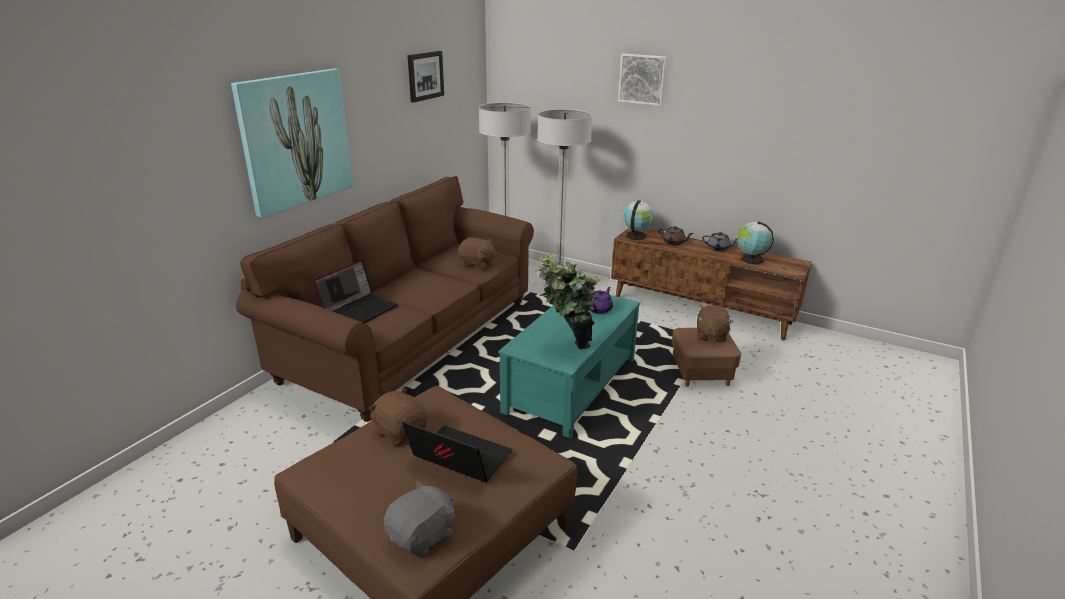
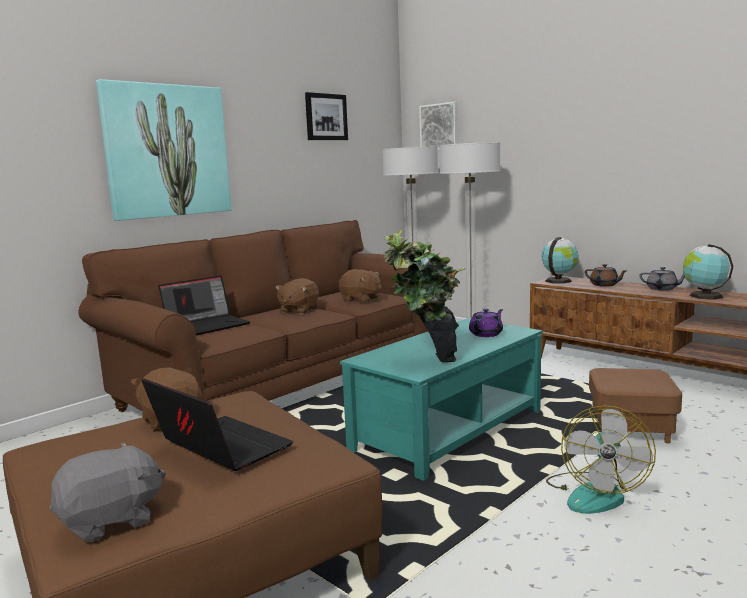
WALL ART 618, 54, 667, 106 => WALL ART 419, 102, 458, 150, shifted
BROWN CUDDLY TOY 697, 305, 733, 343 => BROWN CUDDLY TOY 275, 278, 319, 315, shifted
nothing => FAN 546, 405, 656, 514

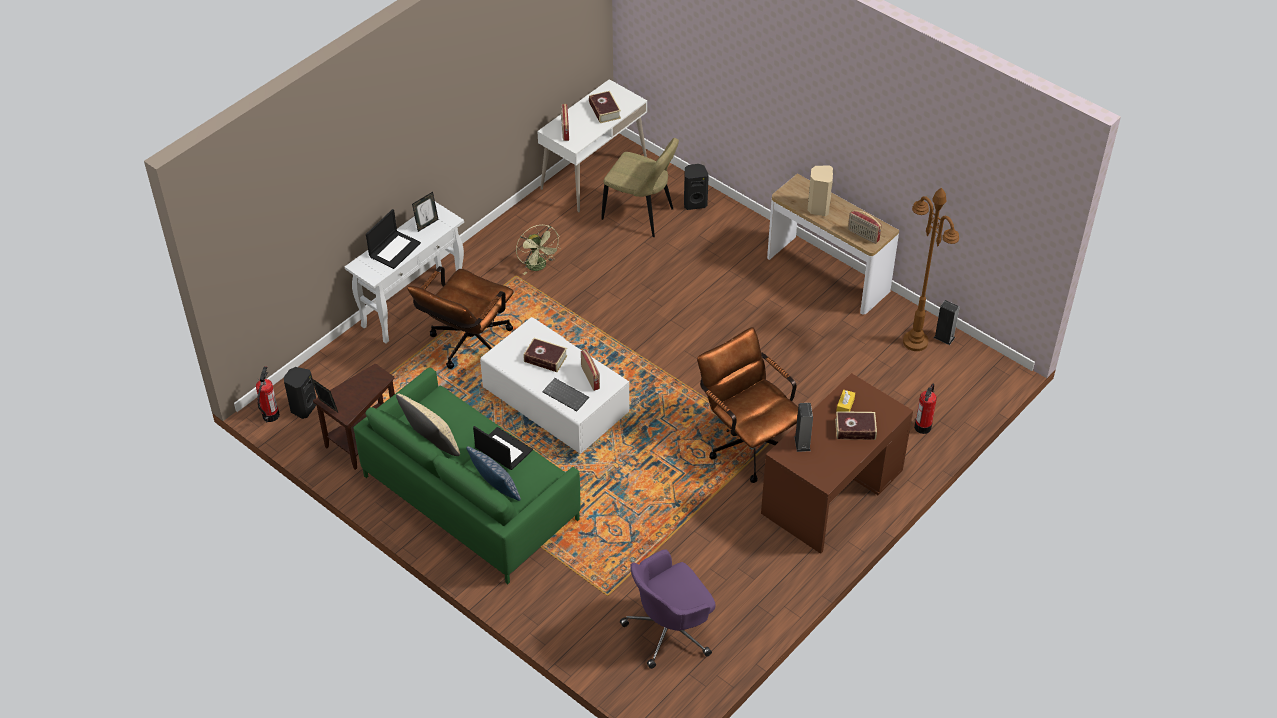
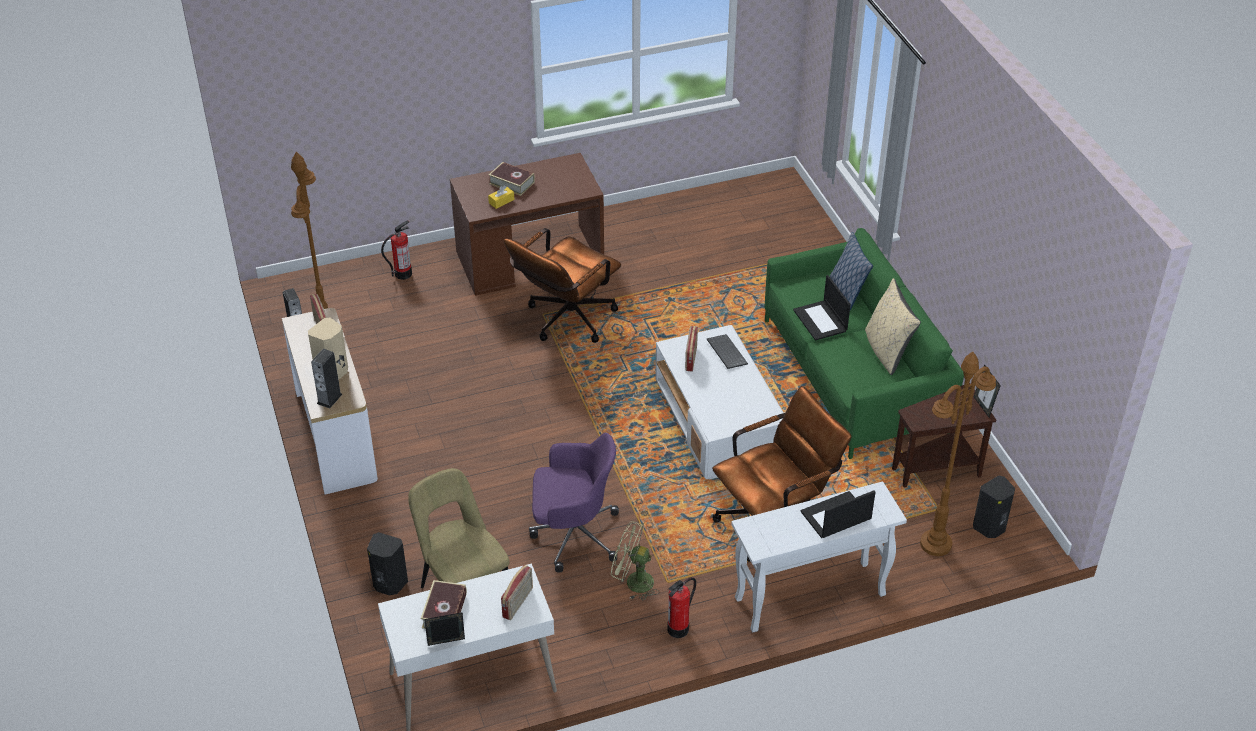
PHOTO FRAME 412, 192, 439, 232 => PHOTO FRAME 424, 612, 465, 646, shifted
GREEN-COLOURED FAN 516, 225, 561, 275 => GREEN-COLOURED FAN 611, 521, 659, 600, 75 degrees counterclockwise
BROWN COMPUTER CHAIR 697, 327, 798, 483 => BROWN COMPUTER CHAIR 504, 228, 621, 343, 45 degrees clockwise
BOUND BOOK 524, 338, 567, 372 => nothing
FIRE-FIGHTING CYLINDER 256, 366, 280, 423 => FIRE-FIGHTING CYLINDER 667, 577, 696, 638, shifted
AUDIO SPEAKER 794, 403, 813, 452 => AUDIO SPEAKER 311, 349, 342, 409, shifted
PURPLE COMPUTER CHAIR 620, 549, 716, 669 => PURPLE COMPUTER CHAIR 529, 433, 619, 573, shifted
nothing => BROWN STANDARD LAMP 920, 352, 996, 556

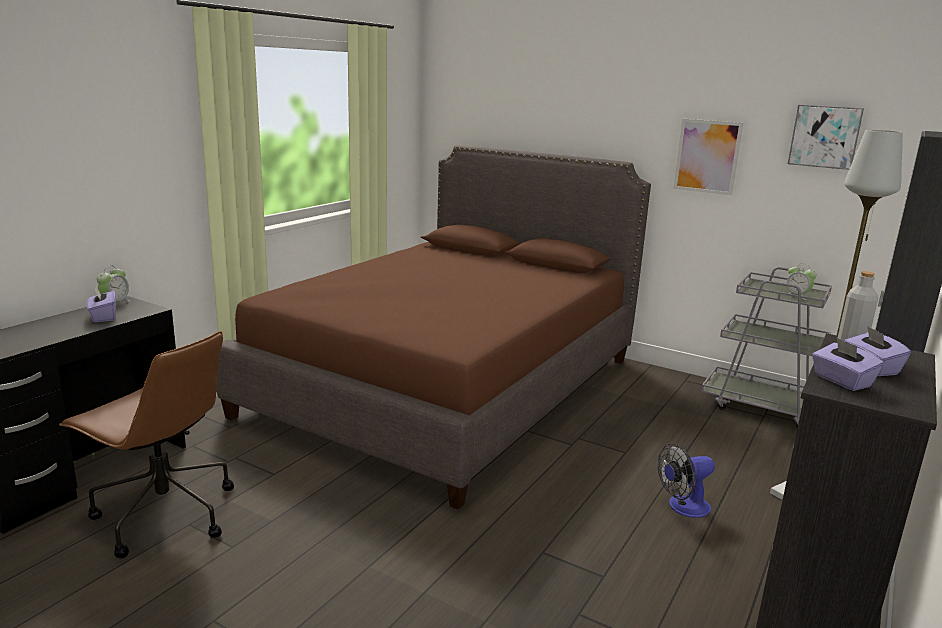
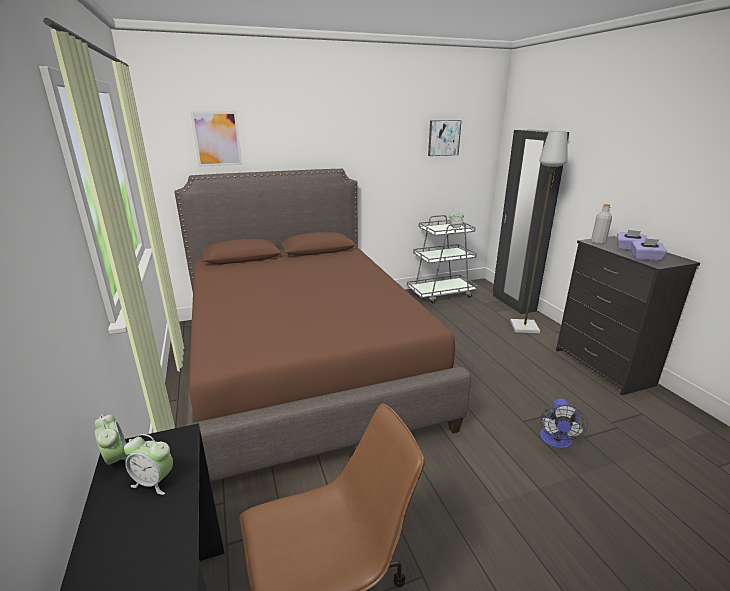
WALL ART 673, 119, 743, 195 => WALL ART 190, 111, 242, 167, shifted
PURPLE TISSUE BOX 87, 286, 116, 322 => ALARM CLOCK 124, 434, 173, 495
FAN 658, 443, 715, 518 => FAN 540, 398, 588, 448, shifted

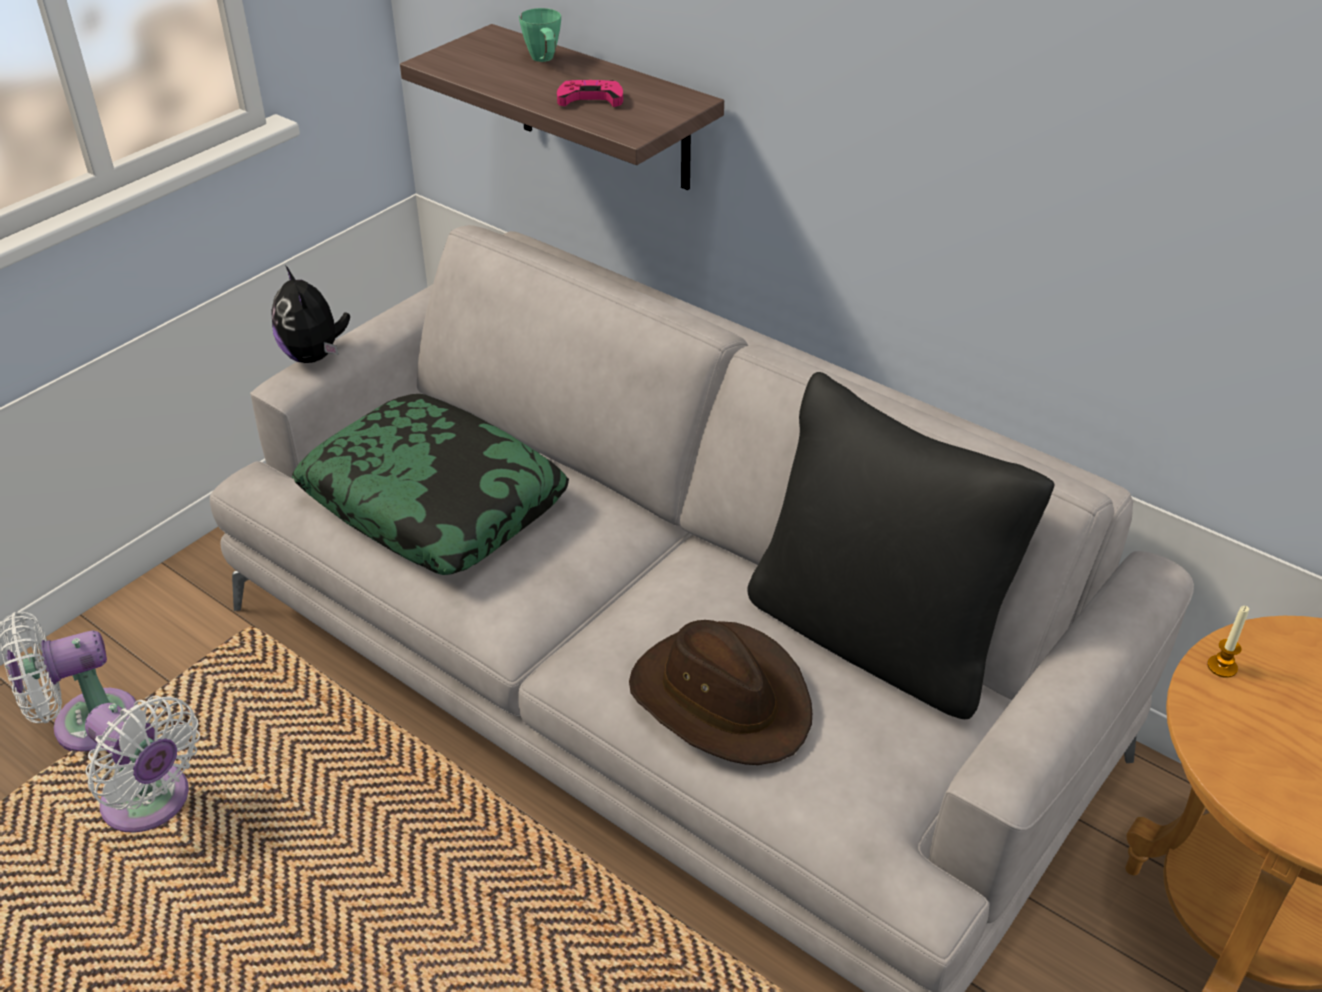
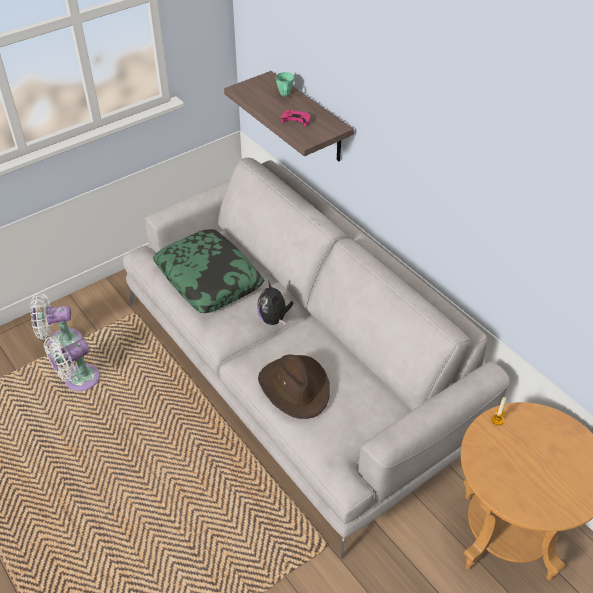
CUDDLY TOY 271, 265, 350, 363 => CUDDLY TOY 257, 280, 294, 325, shifted
BLACK THROW PILLOW 747, 372, 1055, 719 => nothing
WHITE FAN 85, 696, 200, 833 => WHITE FAN 44, 336, 100, 391, 90 degrees clockwise

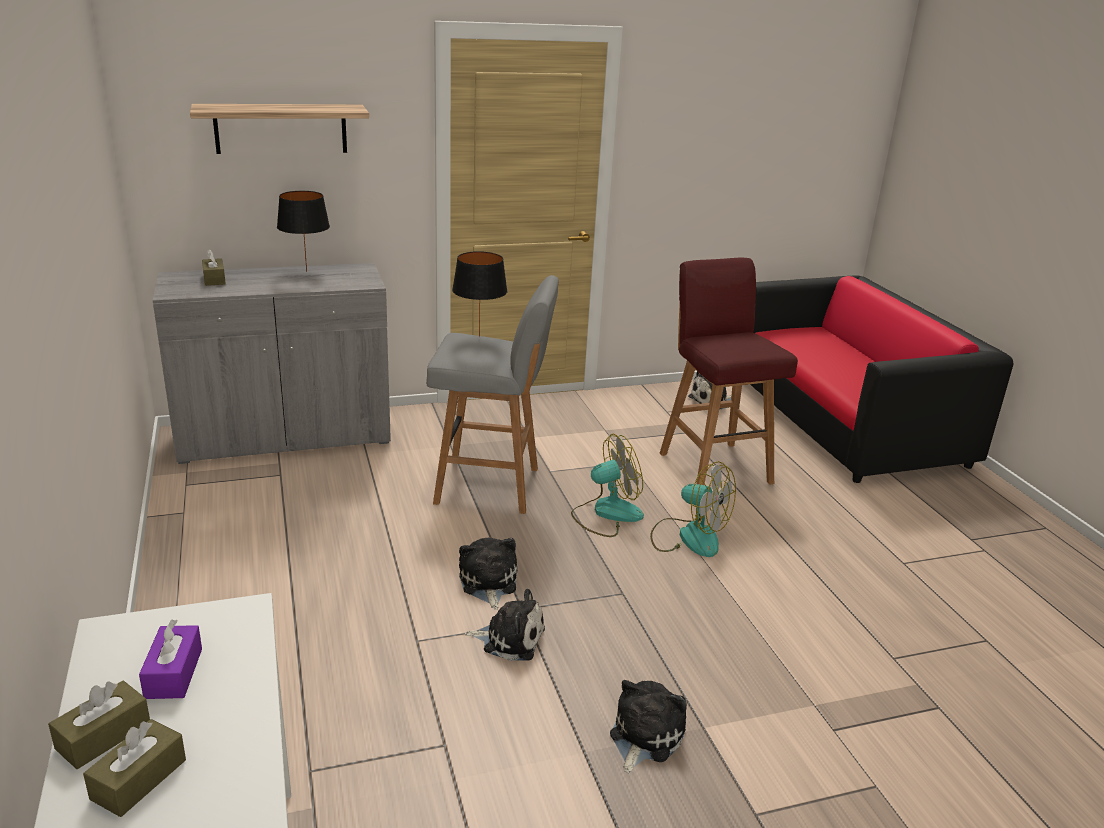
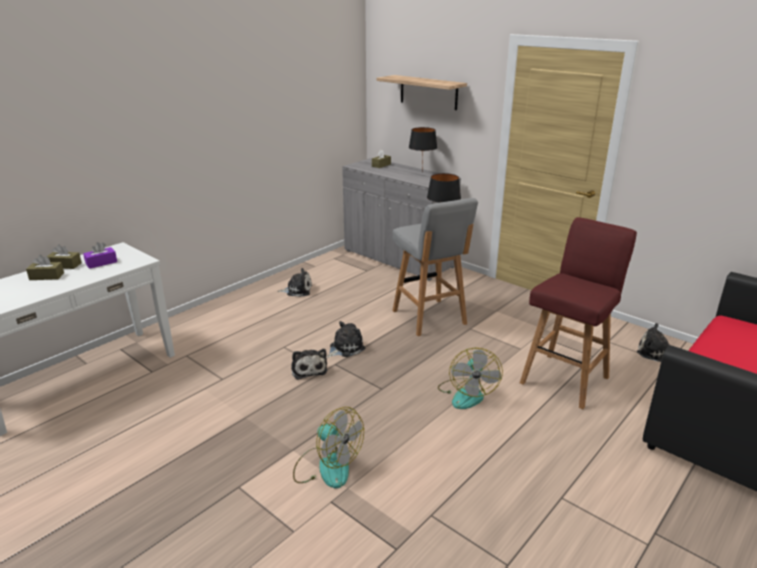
FAN 571, 434, 644, 537 => FAN 293, 407, 364, 488, shifted
CUDDLY TOY 610, 680, 687, 773 => CUDDLY TOY 277, 268, 312, 297, shifted

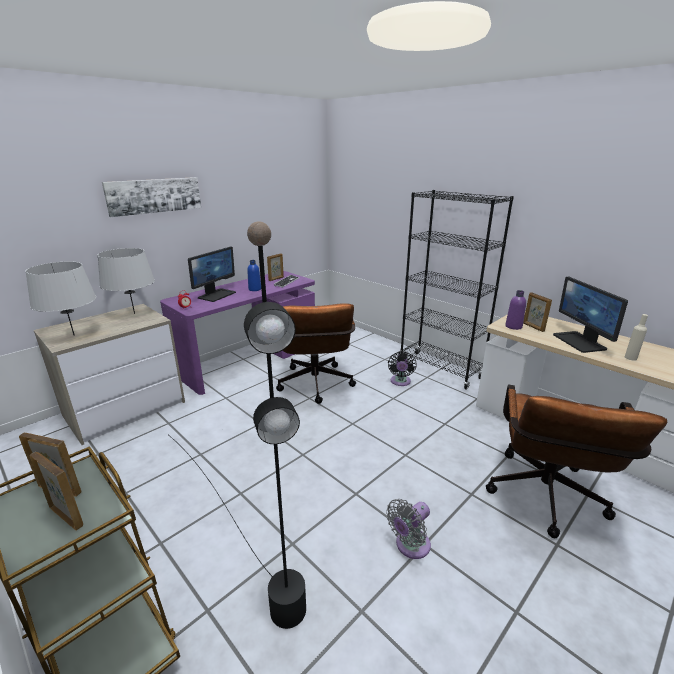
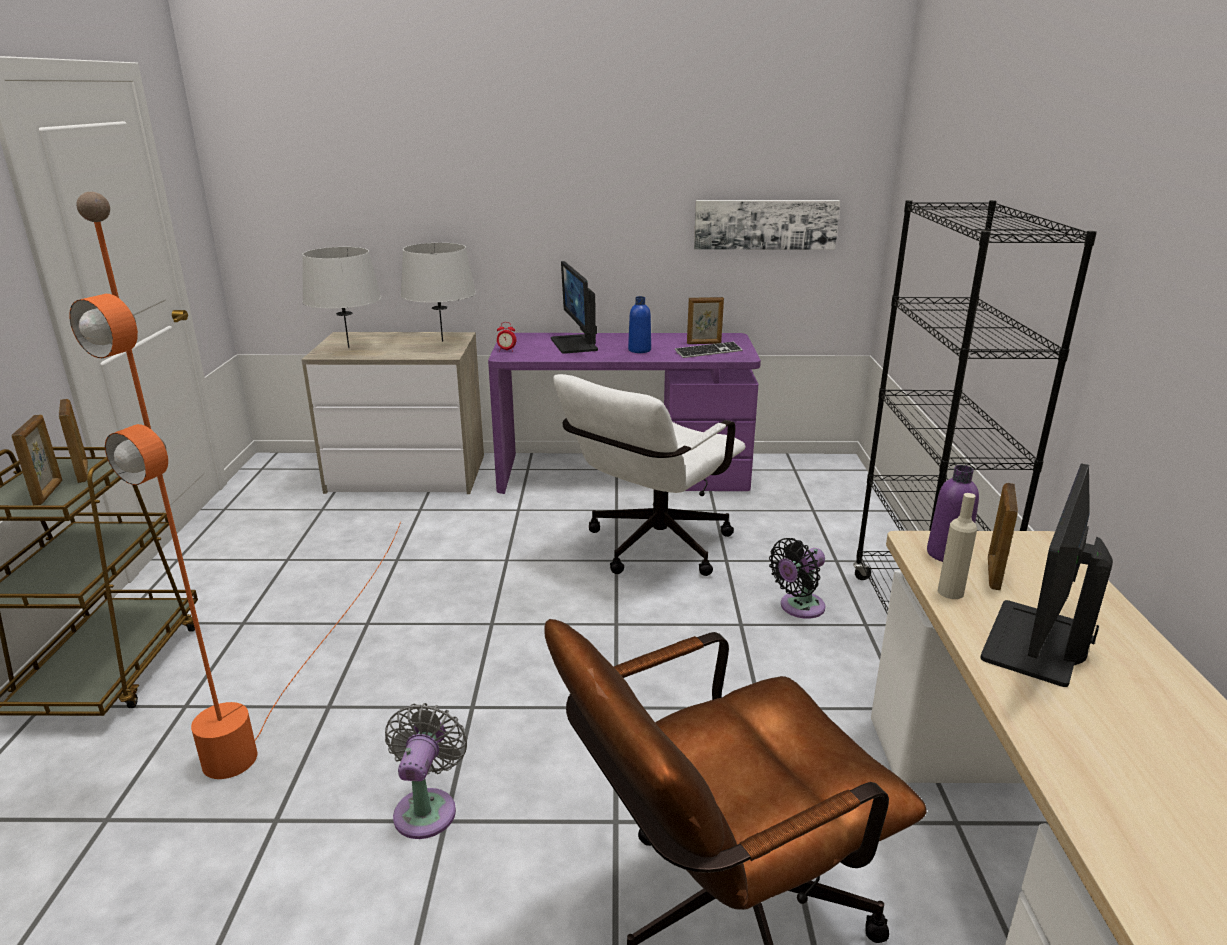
WALL ART 102, 177, 201, 217 => WALL ART 694, 200, 840, 250, shifted
BLACK STANDARD LAMP 169, 221, 306, 629 => ORANGE STANDARD LAMP 69, 192, 401, 779
COMPUTER SCREEN 188, 246, 236, 302 => COMPUTER SCREEN 551, 261, 598, 354, 90 degrees clockwise
BROWN COMPUTER CHAIR 276, 303, 356, 404 => WHITE COMPUTER CHAIR 553, 374, 746, 576
BEIGE-COLOURED BOTTLE 625, 314, 648, 361 => BEIGE-COLOURED BOTTLE 938, 493, 977, 599, shifted
GREY FAN 386, 499, 431, 559 => GREY FAN 385, 703, 467, 839, 90 degrees clockwise

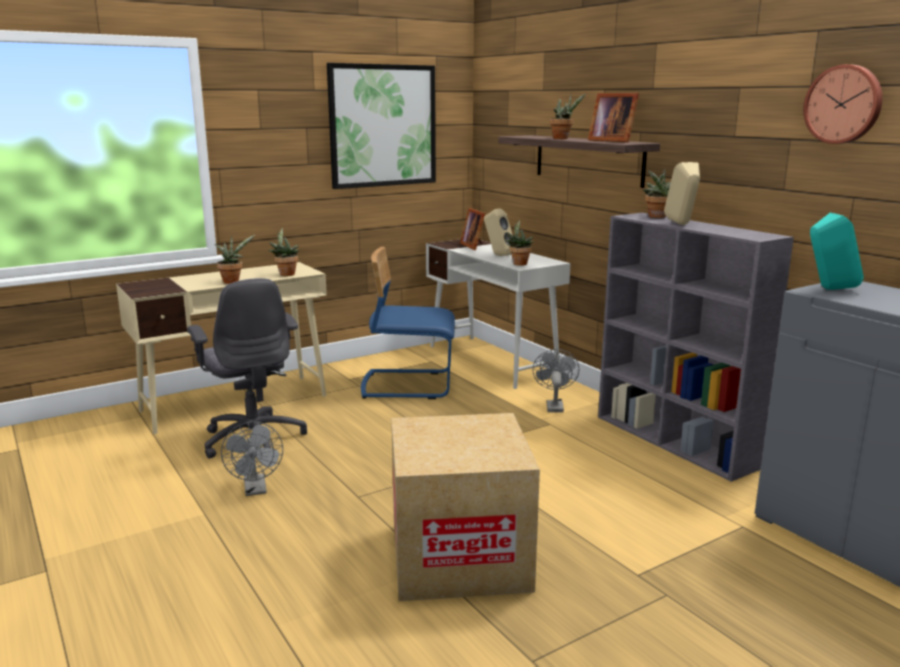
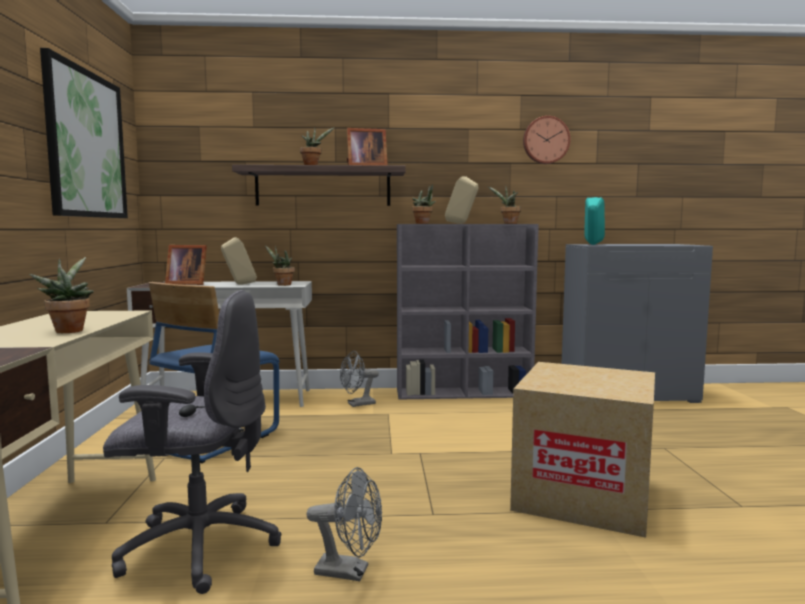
PLANT IN A POT 268, 228, 299, 276 => PLANT IN A POT 488, 186, 521, 224, shifted
GREY FAN 532, 349, 579, 413 => GREY FAN 340, 351, 379, 407, 60 degrees counterclockwise

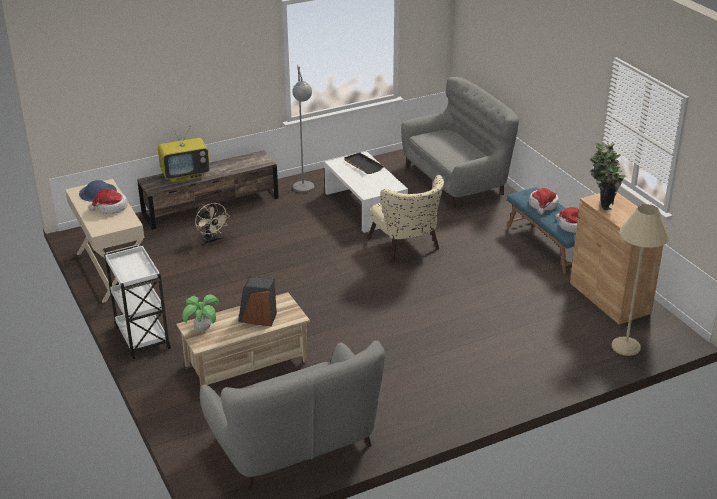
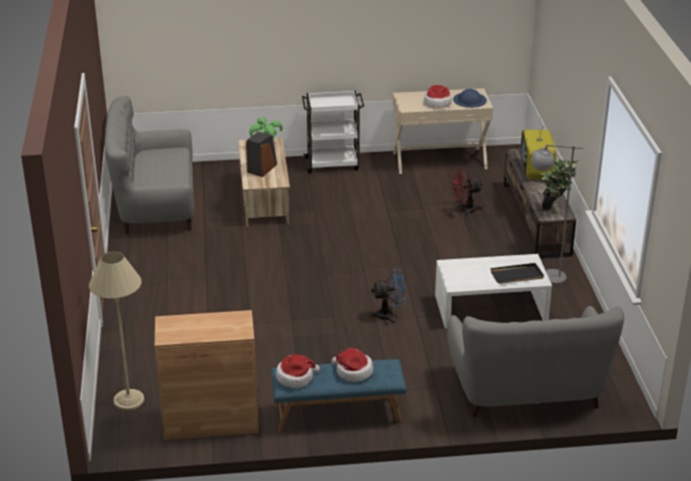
PLANT IN A POT 589, 142, 625, 210 => PLANT IN A POT 541, 158, 579, 211, shifted
BEIGE-COLOURED EASY CHAIR 367, 175, 444, 263 => BLUISH FAN 369, 269, 406, 323
BEIGE-COLOURED FAN 195, 203, 228, 246 => REDDISH FAN 450, 169, 483, 217

